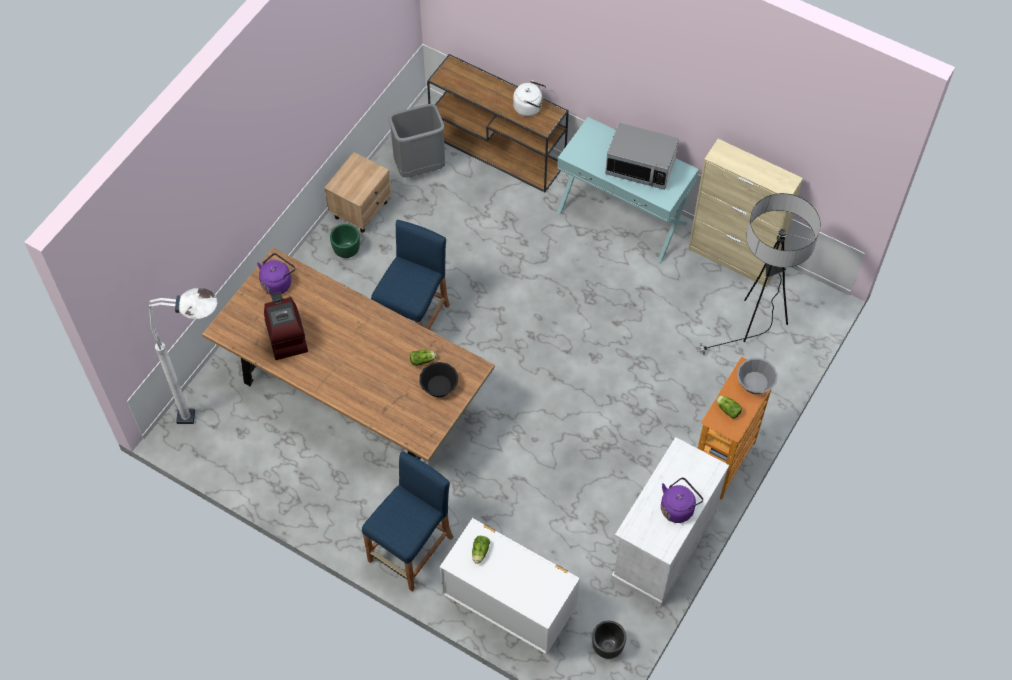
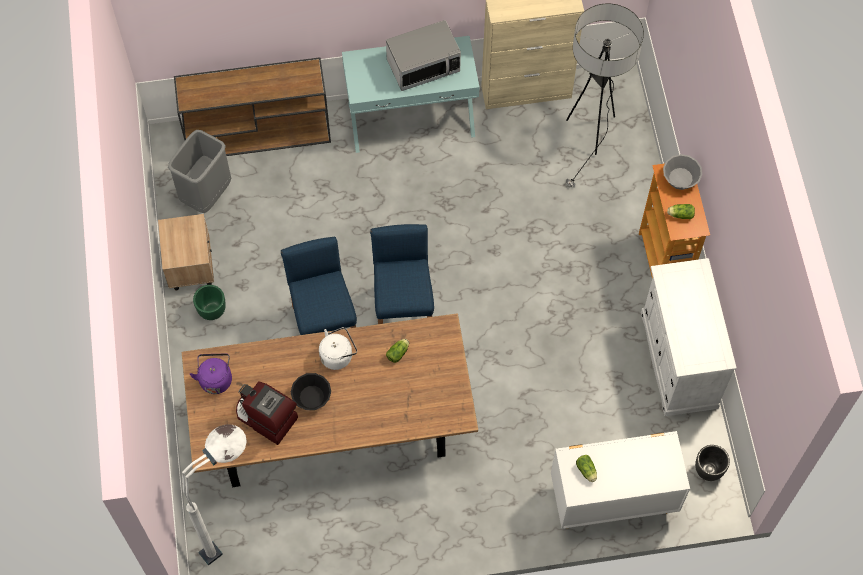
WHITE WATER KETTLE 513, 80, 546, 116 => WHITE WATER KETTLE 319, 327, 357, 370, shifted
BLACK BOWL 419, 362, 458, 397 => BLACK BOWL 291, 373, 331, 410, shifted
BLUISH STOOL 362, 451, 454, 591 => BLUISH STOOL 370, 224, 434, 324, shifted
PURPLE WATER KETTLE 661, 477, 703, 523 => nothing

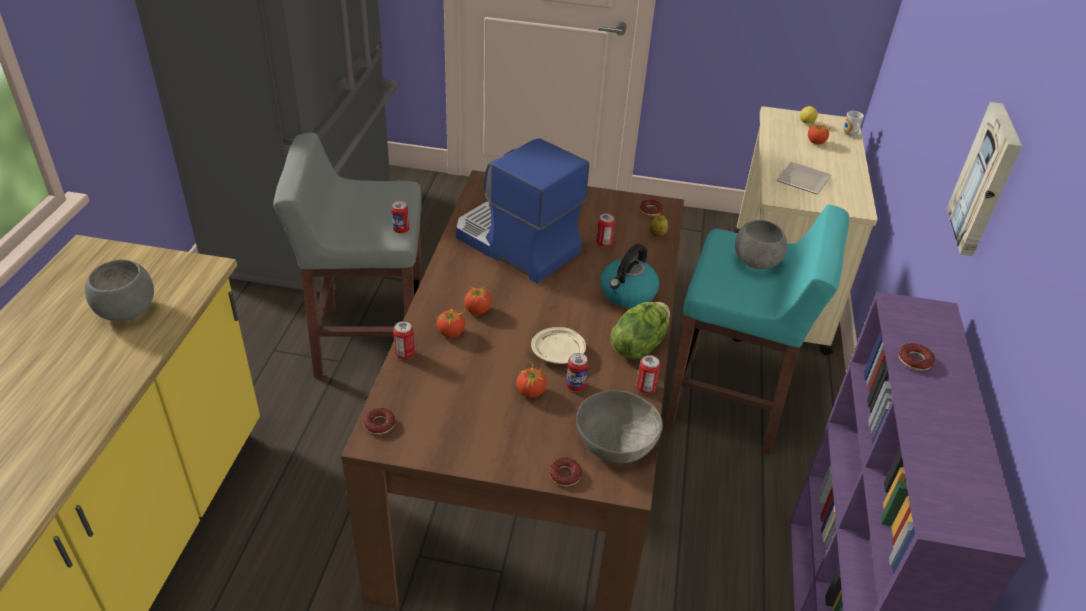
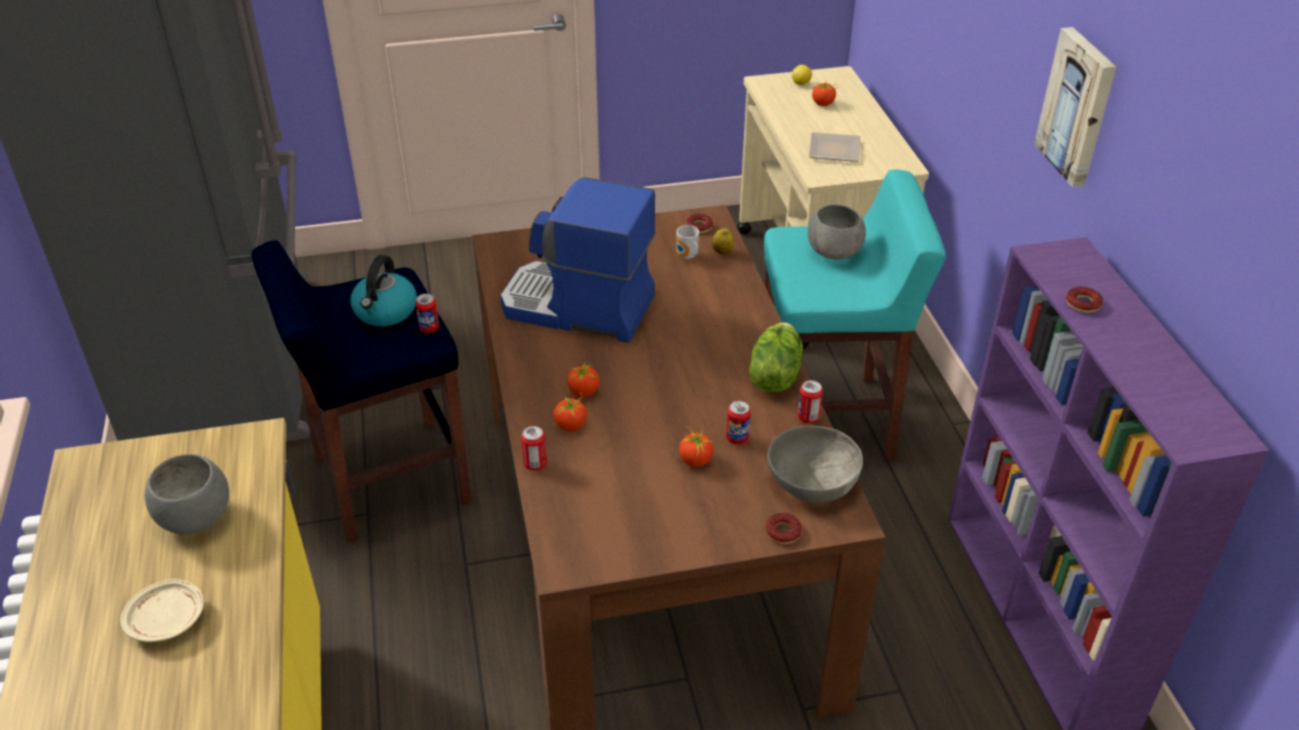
MUG 843, 111, 864, 136 => MUG 676, 225, 699, 260, shifted
GREY STOOL 273, 133, 422, 377 => BLUISH STOOL 252, 240, 472, 543
CAN 596, 214, 615, 247 => nothing
WATER KETTLE 600, 244, 659, 308 => WATER KETTLE 351, 255, 417, 327, shifted
BEIGE-COLOURED DINNER PLATE 531, 327, 586, 364 => BEIGE-COLOURED DINNER PLATE 120, 579, 204, 642, shifted
RING DOUGHNUT 364, 408, 396, 435 => nothing

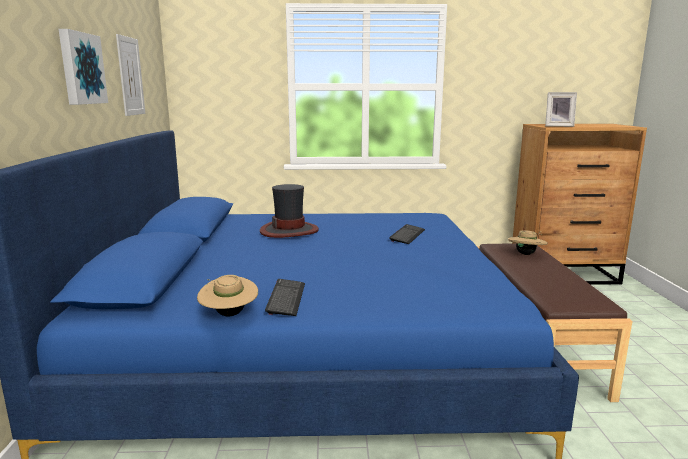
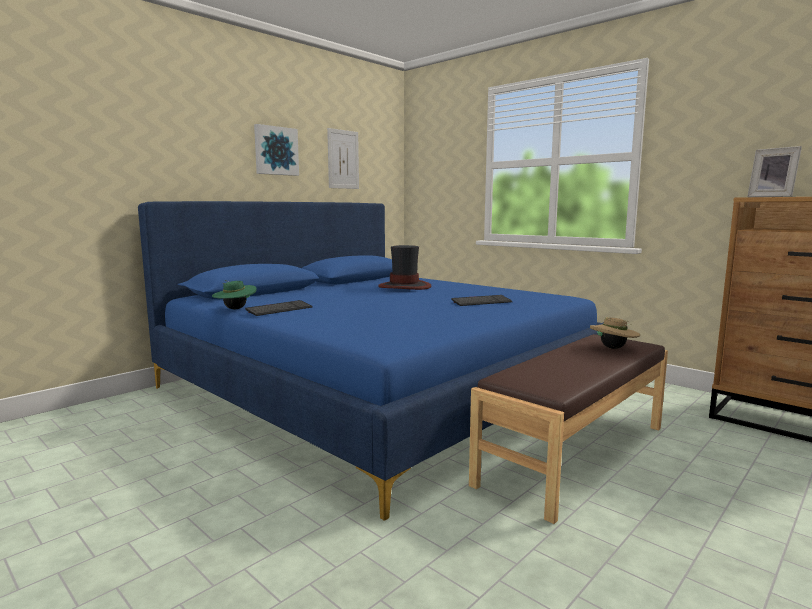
BEIGE-COLOURED HAT 197, 275, 258, 316 => GREEN-COLOURED HAT 212, 280, 256, 309

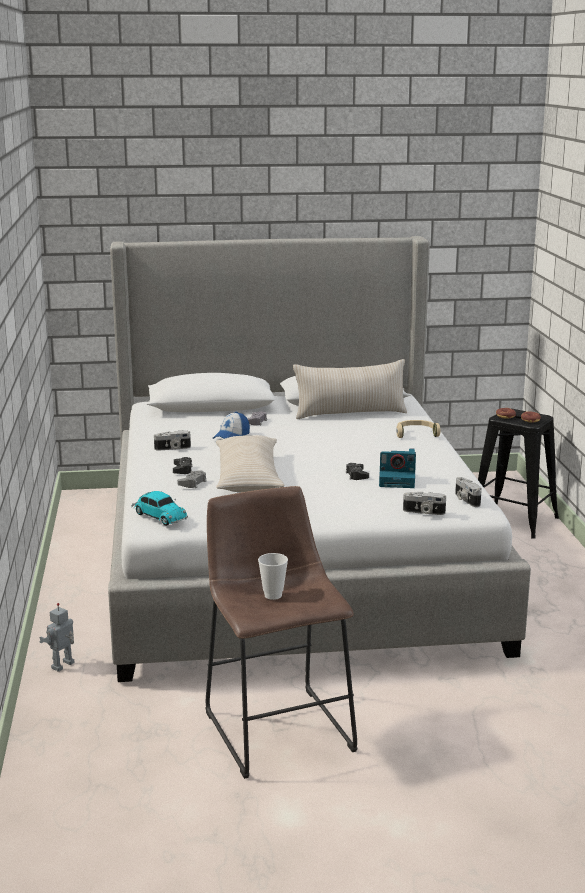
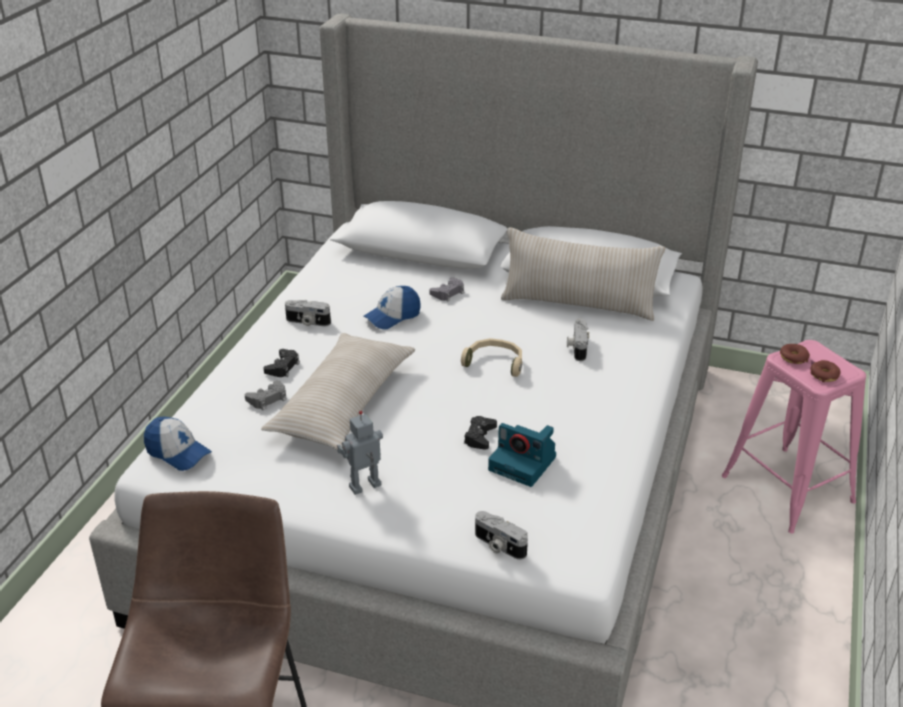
BLACK STOOL 478, 408, 559, 539 => PINK-COLOURED STOOL 722, 340, 866, 534
BEIGE-COLOURED PAIR OF HEADPHONES 396, 420, 440, 438 => BEIGE-COLOURED PAIR OF HEADPHONES 461, 338, 522, 377, shifted
STILL CAMERA 455, 477, 482, 507 => STILL CAMERA 567, 318, 589, 361, shifted
TOY CAR 132, 491, 188, 526 => BASEBALL CAP 144, 417, 212, 471
DRINKING CUP 258, 553, 288, 600 => nothing
TOY ROBOT 39, 603, 74, 672 => TOY ROBOT 337, 411, 383, 495, shifted

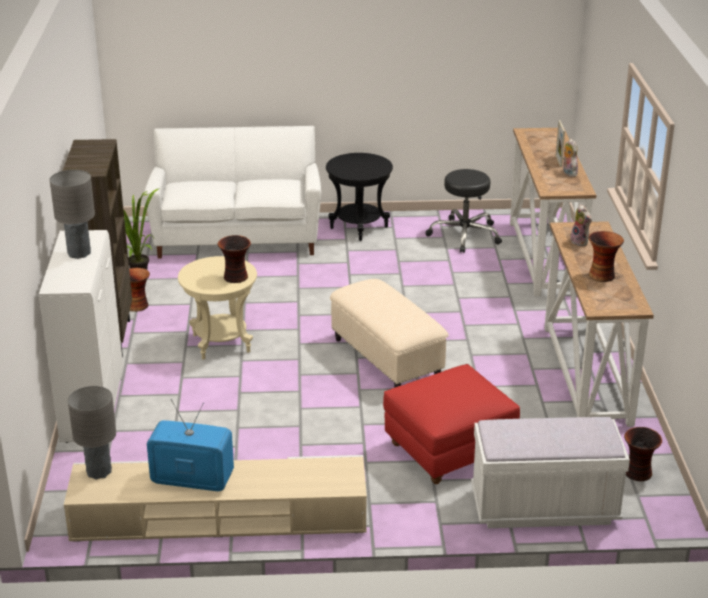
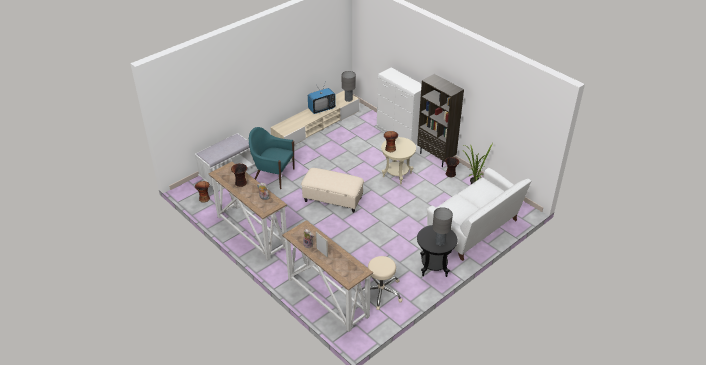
BLACK STOOL 426, 169, 502, 253 => BEIGE-COLOURED STOOL 359, 256, 403, 310
GREY LAMP FOR A TABLE 50, 170, 95, 259 => GREY LAMP FOR A TABLE 433, 207, 453, 246, shifted
REDDISH POUFFE 383, 364, 520, 484 => TURQUOISE EASY CHAIR 249, 127, 294, 189

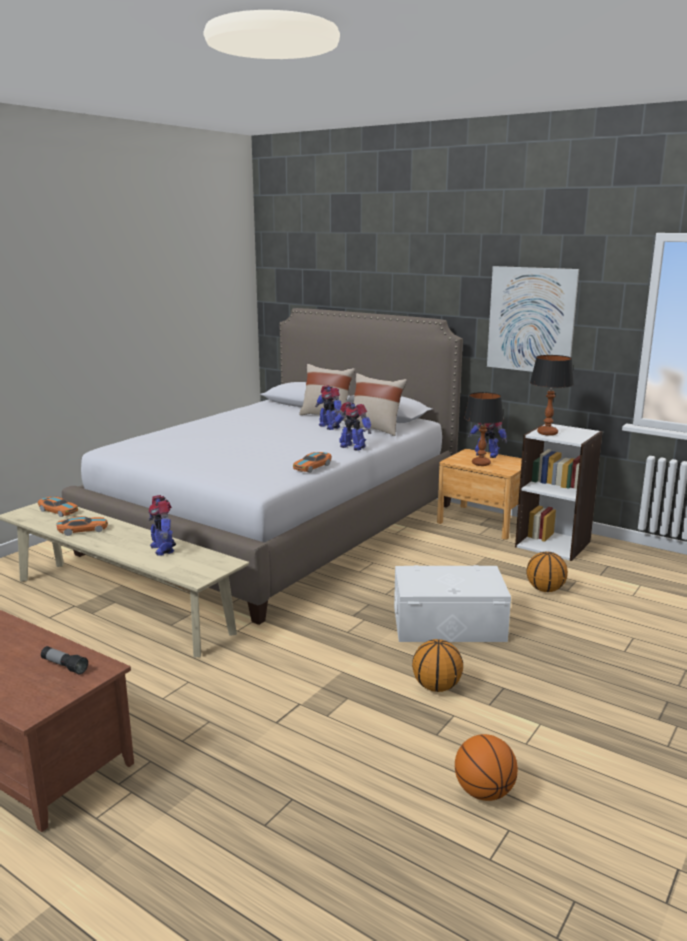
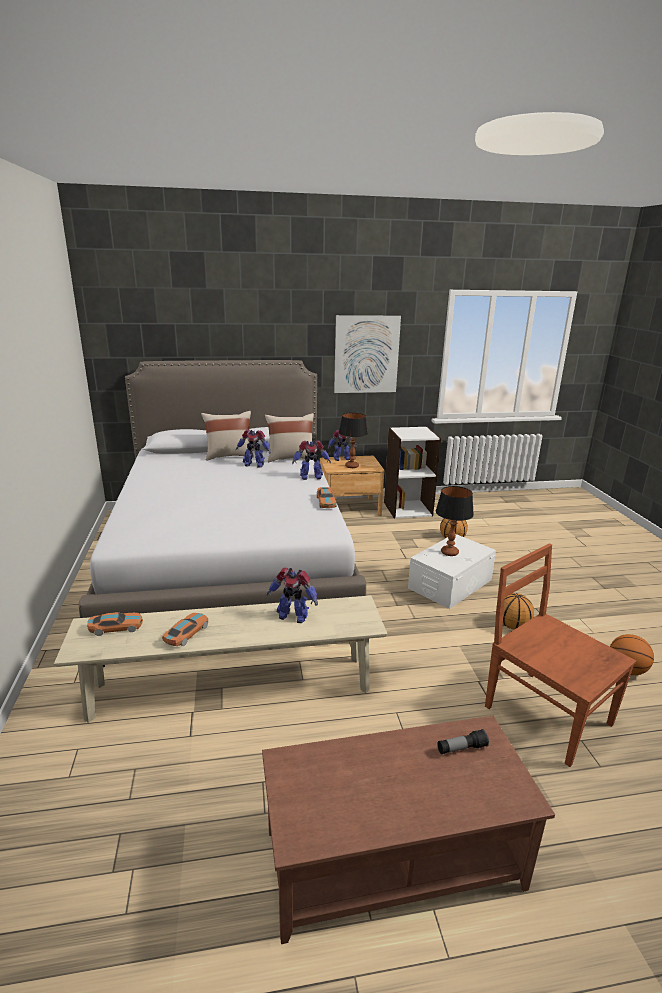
LAMP FOR A TABLE 530, 355, 574, 436 => LAMP FOR A TABLE 436, 486, 474, 556, shifted
nothing => BROWN CHAIR 485, 543, 636, 767

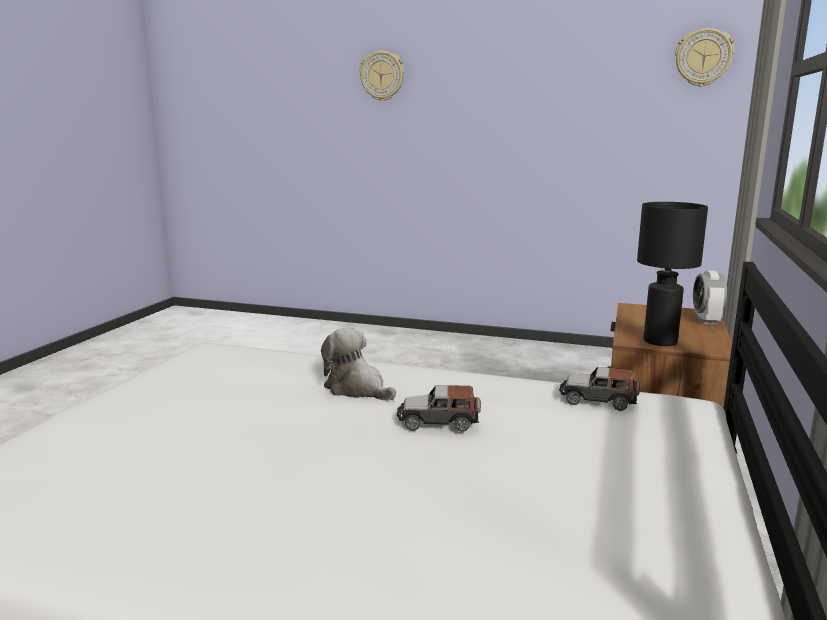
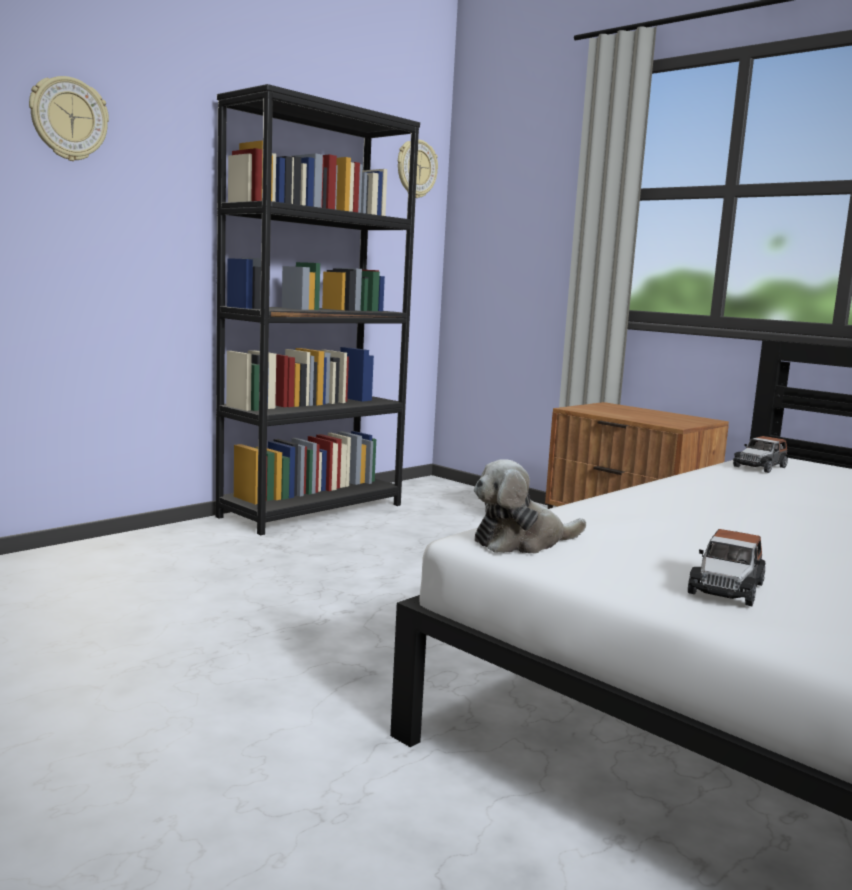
BLACK LAMP FOR A TABLE 637, 202, 708, 346 => nothing
ALARM CLOCK 693, 270, 727, 325 => nothing
CUDDLY TOY 321, 327, 396, 400 => CUDDLY TOY 474, 459, 586, 554, shifted
TOY CAR 397, 385, 481, 432 => TOY CAR 688, 529, 765, 606, shifted
nothing => BLACK BOOKCASE 216, 84, 420, 535

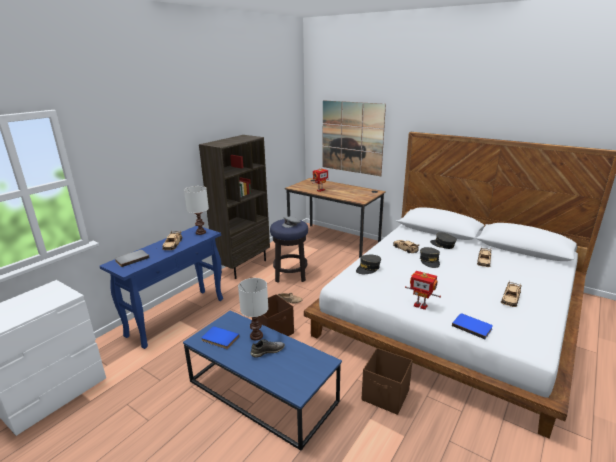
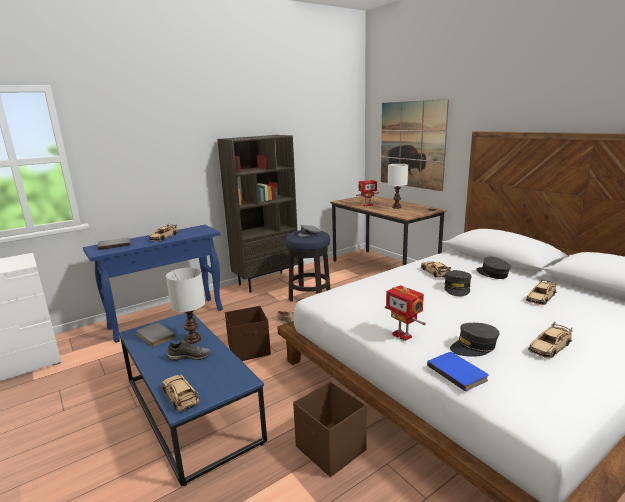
WHITE LAMP FOR A TABLE 184, 186, 209, 235 => WHITE LAMP FOR A TABLE 388, 164, 408, 209, shifted
GREY BASEBALL CAP 356, 255, 381, 274 => GREY BASEBALL CAP 450, 323, 500, 357, shifted
BLUISH BOUND BOOK 201, 326, 240, 349 => GREY BOUND BOOK 136, 322, 176, 347
nothing => BEIGE-COLOURED TOY CAR 162, 375, 200, 411

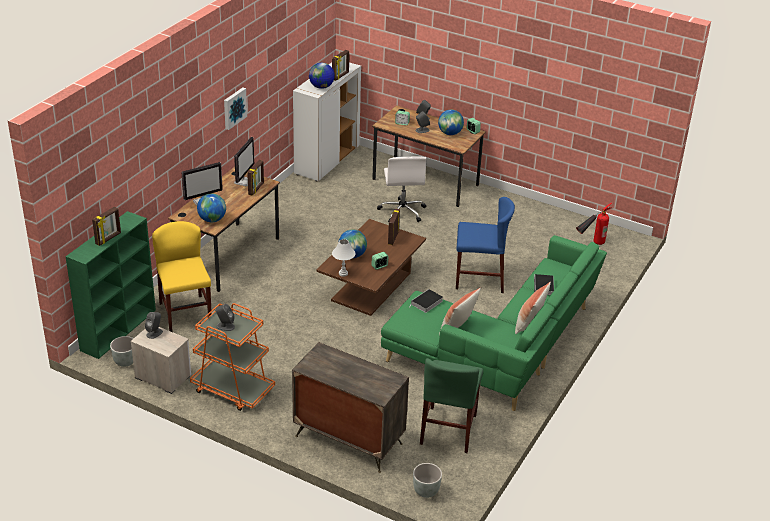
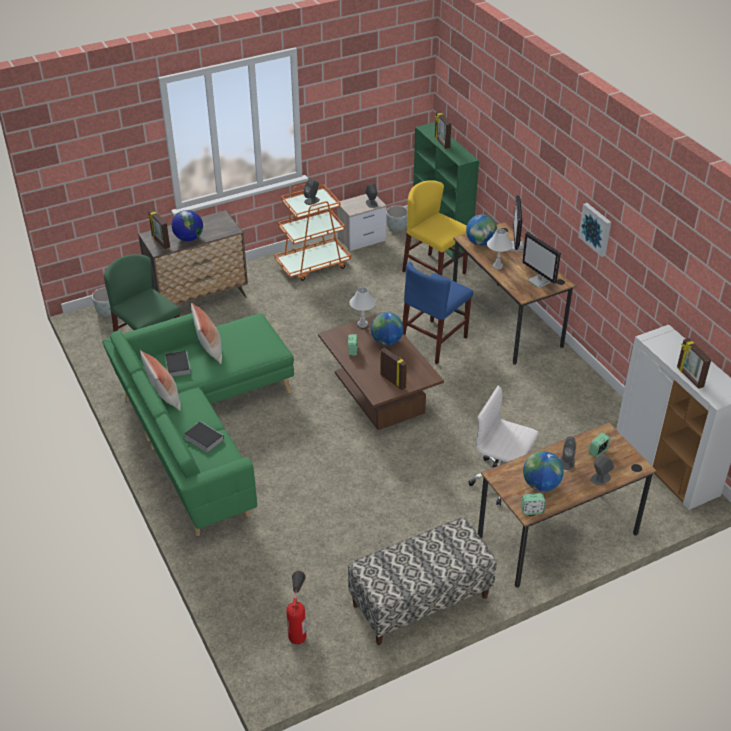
WORLD GLOBE 309, 63, 335, 89 => WORLD GLOBE 172, 210, 203, 241, shifted
PHOTO FRAME 247, 160, 264, 196 => PHOTO FRAME 148, 210, 170, 249, shifted
BLUISH CHAIR 456, 197, 515, 293 => BLUISH CHAIR 403, 262, 473, 364, shifted
YELLOW-COLOURED CHAIR 152, 221, 212, 332 => YELLOW-COLOURED CHAIR 402, 180, 468, 276, 150 degrees counterclockwise
BOUND BOOK 411, 289, 443, 313 => BOUND BOOK 165, 351, 191, 377, shifted
nothing => WHITE LAMP FOR A TABLE 487, 229, 513, 270
nothing => BENCH 348, 517, 497, 645

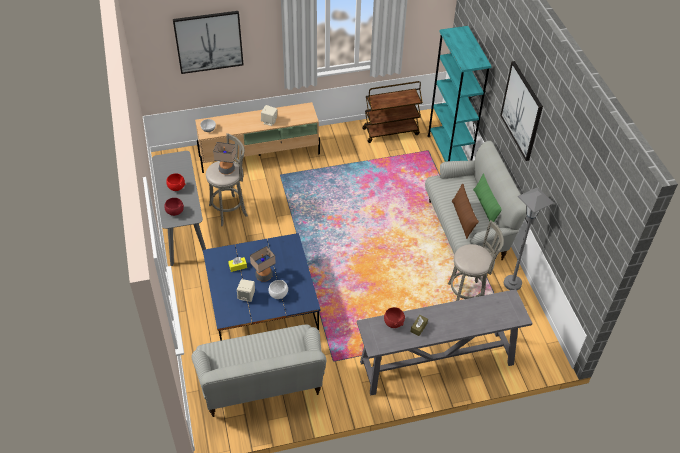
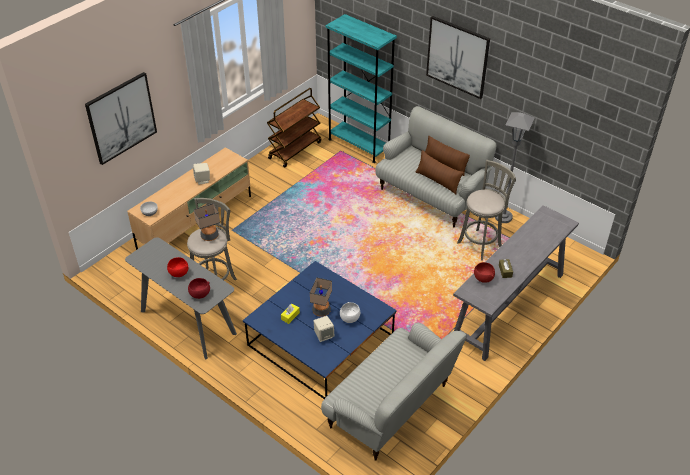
GREEN-COLOURED THROW PILLOW 473, 173, 502, 222 => BROWN THROW PILLOW 425, 136, 470, 176

